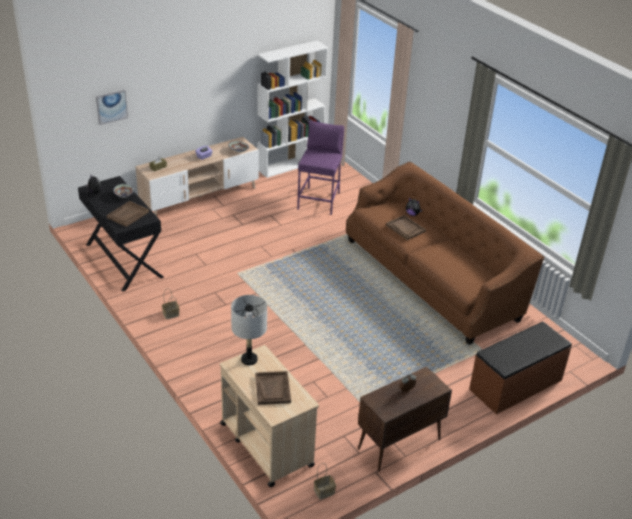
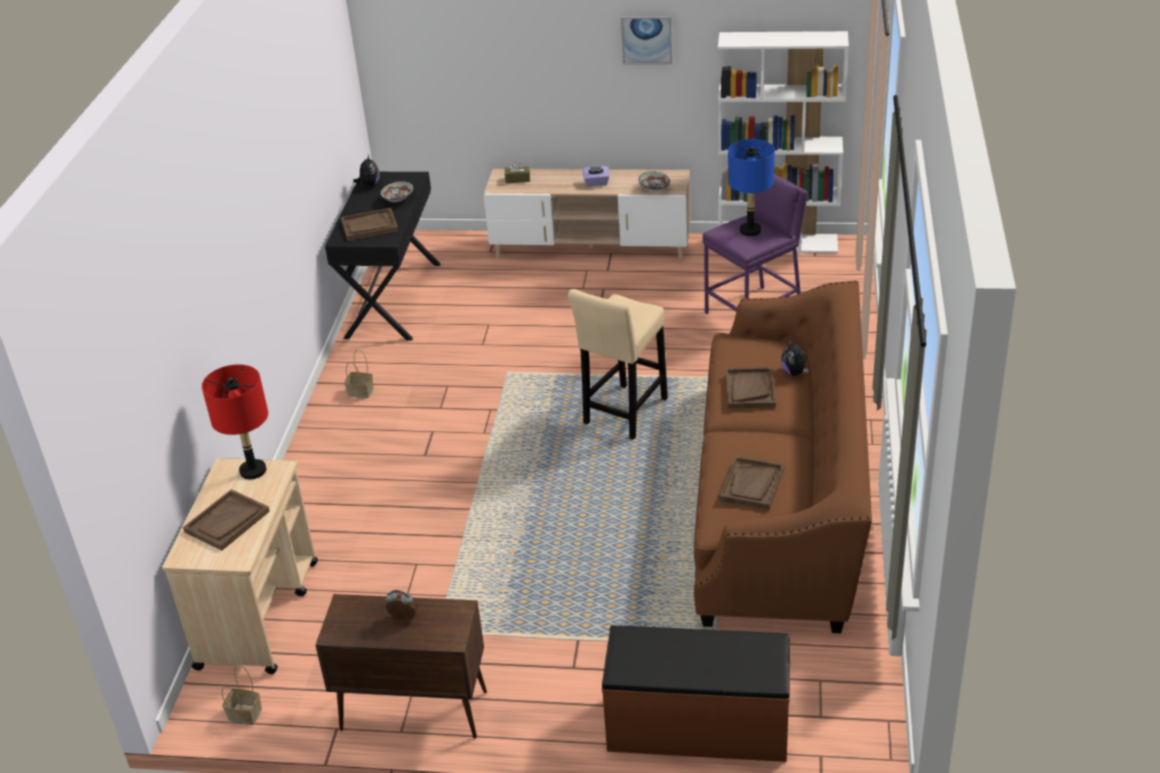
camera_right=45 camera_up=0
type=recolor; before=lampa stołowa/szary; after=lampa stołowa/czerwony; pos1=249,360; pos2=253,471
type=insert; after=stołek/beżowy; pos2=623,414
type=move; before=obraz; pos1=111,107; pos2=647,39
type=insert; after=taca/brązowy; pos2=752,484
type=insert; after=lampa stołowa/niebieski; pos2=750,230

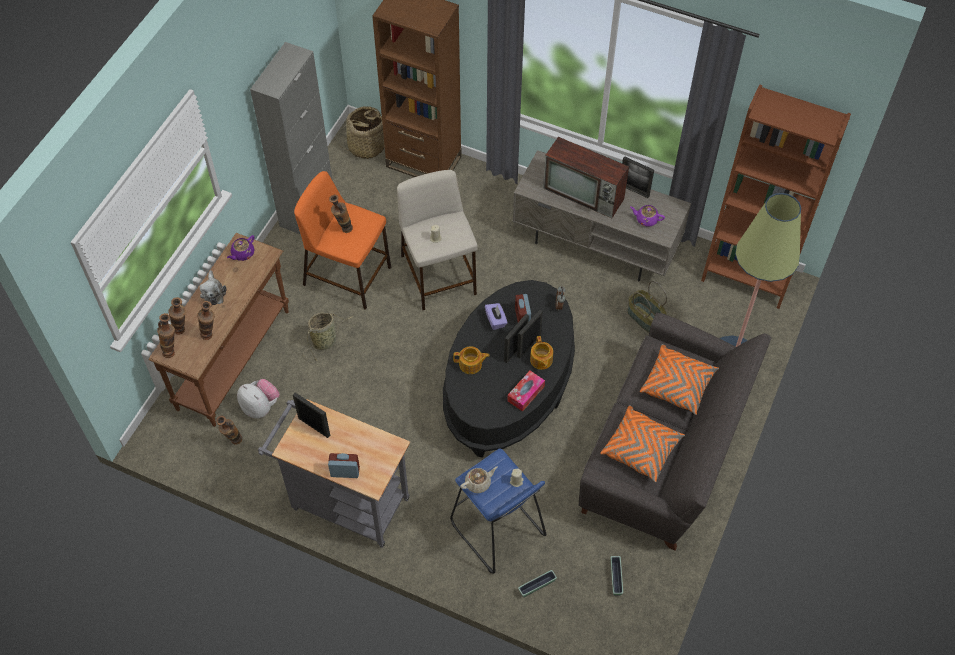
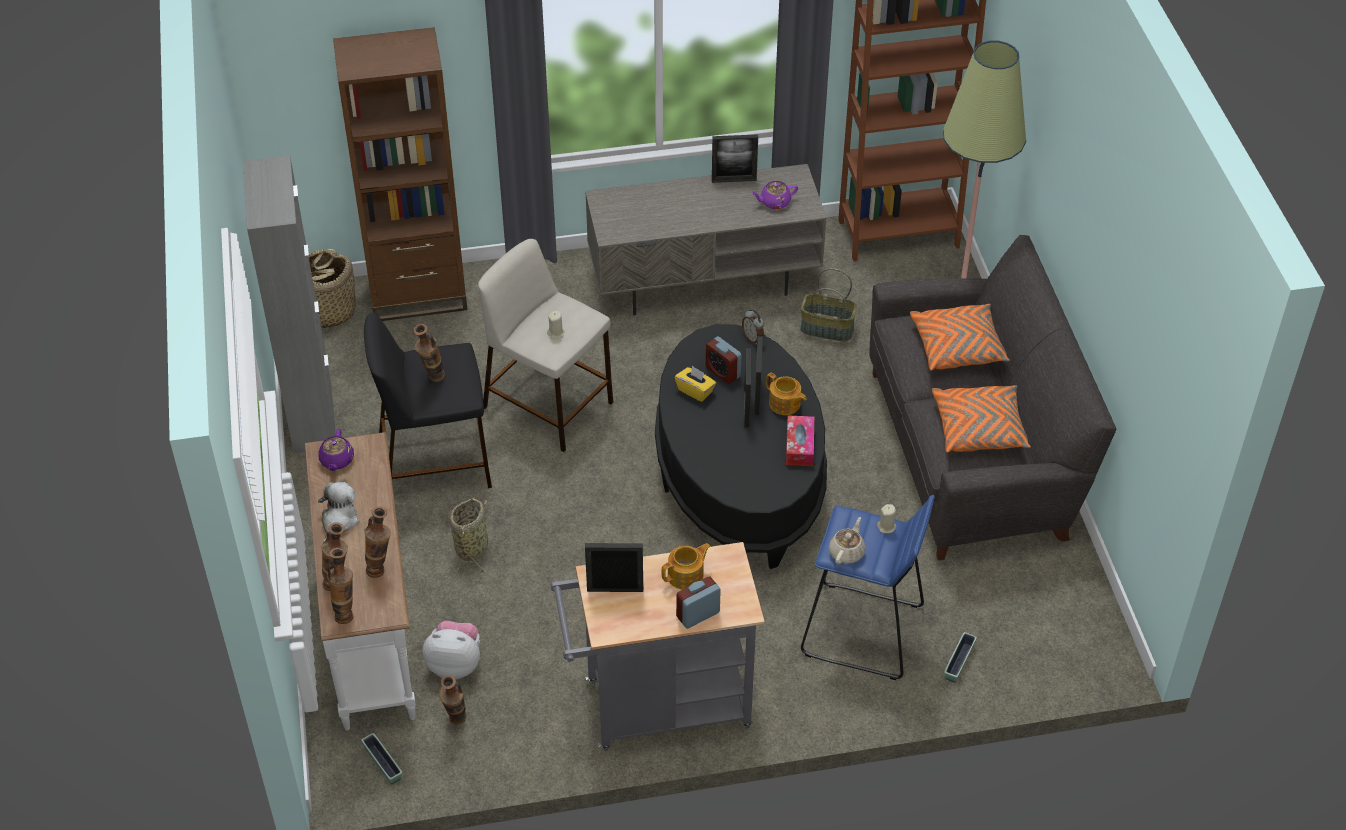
camera_right=-35 camera_up=-10
type=recolor; before=stolik konsolowy/brązowy; after=stolik konsolowy/biały; pos1=235,360; pos2=373,631
type=rotate; before=pluszak; pos1=213,292; pos2=338,522; turn=-120
type=move; before=donica; pos1=615,578; pos2=383,764
type=recolor; before=stołek/pomarańczowy; after=stołek/czarny; pos1=348,276; pos2=436,462
type=move; before=imbryk; pos1=471,365; pos2=686,576
type=recolor; before=pudełko chusteczek/fioletowy; after=pudełko chusteczek/żółty; pos1=496,320; pos2=695,391
type=delete; before=telewizor; pos1=585,194

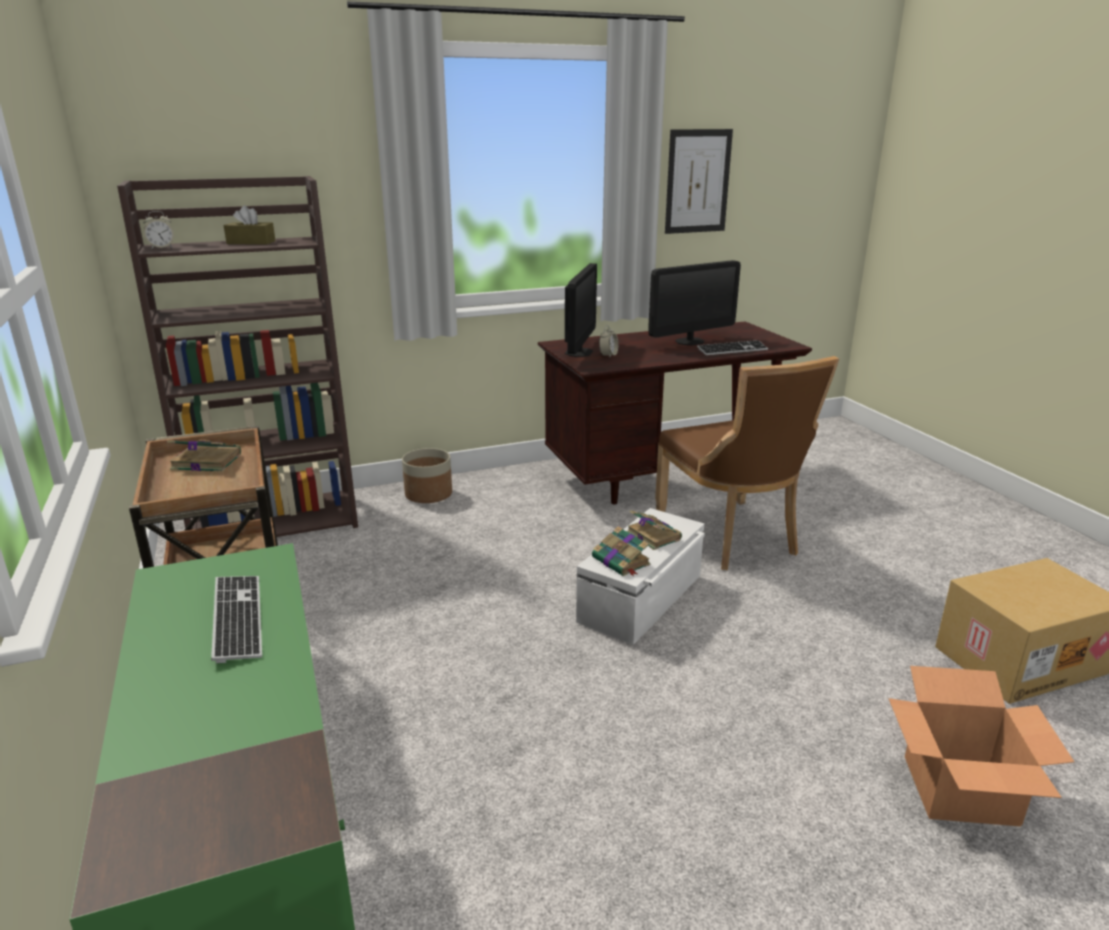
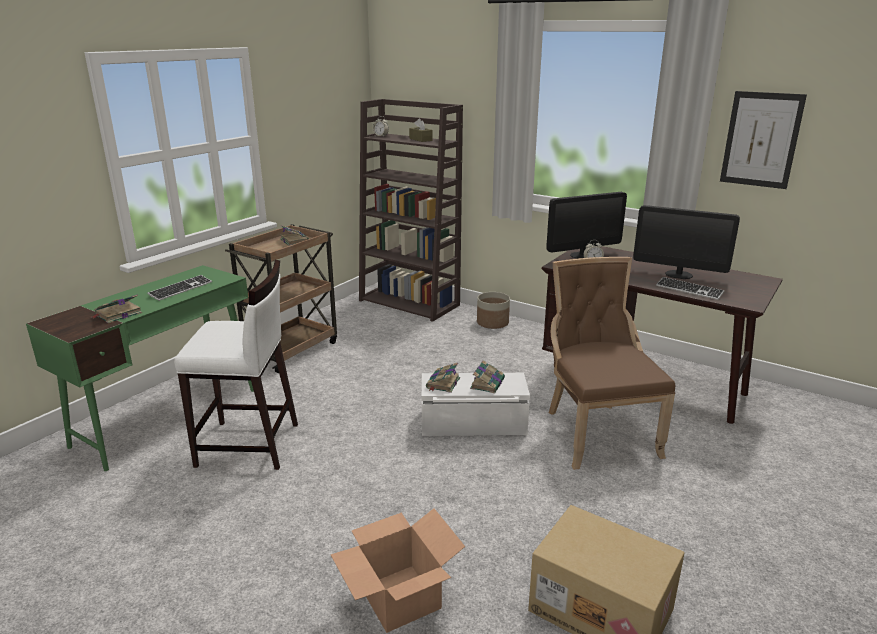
camera_right=55 camera_up=0
type=insert; after=książka; pos2=117,314
type=insert; after=stołek/biały; pos2=249,445
type=rotate; before=krzesło/brązowy; pos1=731,537; pos2=596,432; turn=135

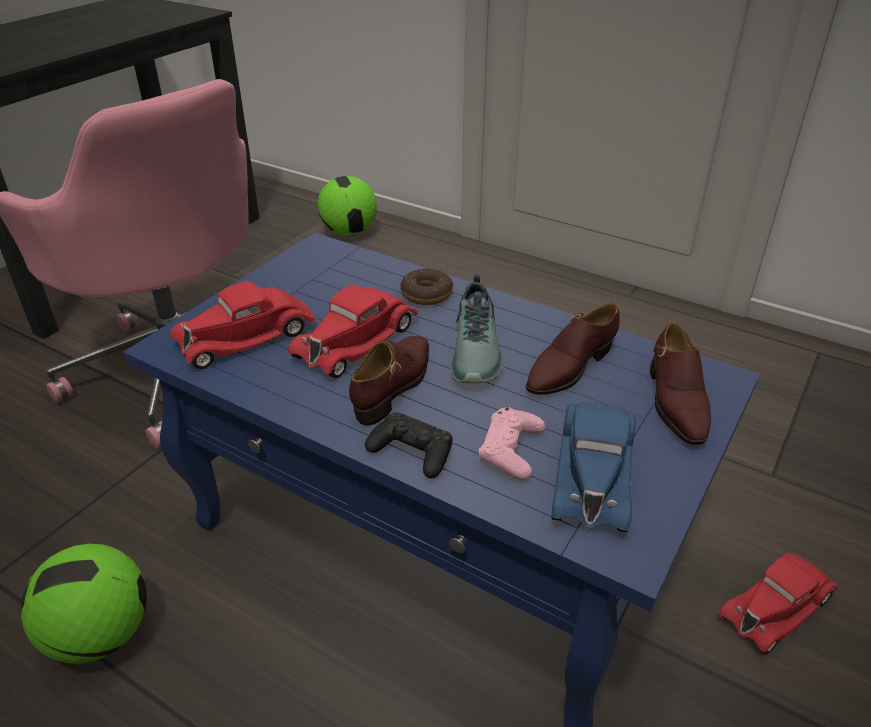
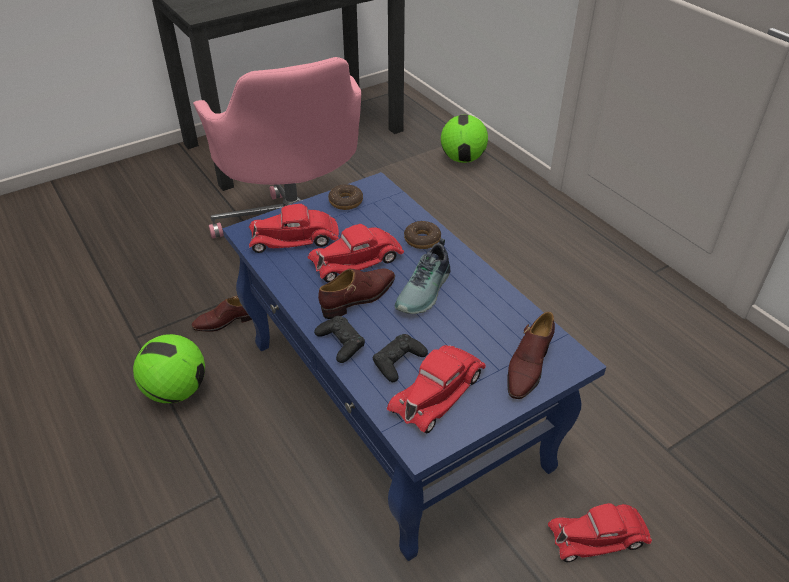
camera_right=25 camera_up=5
type=move; before=but/brązowy; pos1=569,367; pos2=227,321
type=insert; after=donut; pos2=346,202
type=recolor; before=pad do gier/różowy; after=pad do gier/czarny; pos1=511,450; pos2=398,362
type=recolor; before=samochodzik/niebieski; after=samochodzik/czerwony; pos1=593,471; pos2=438,392

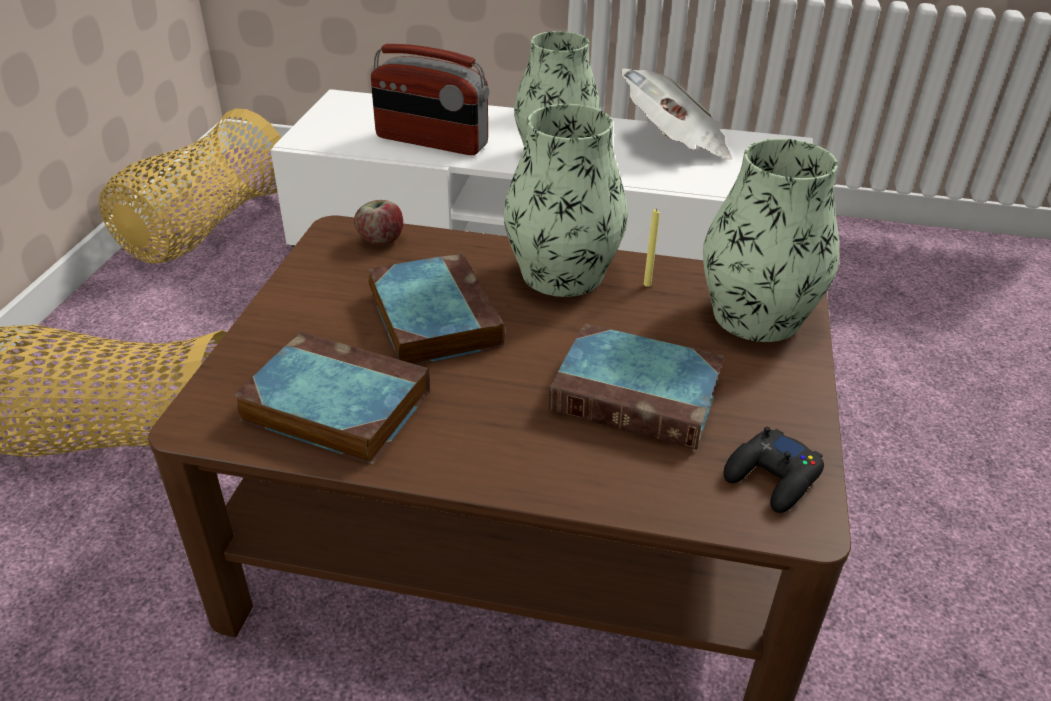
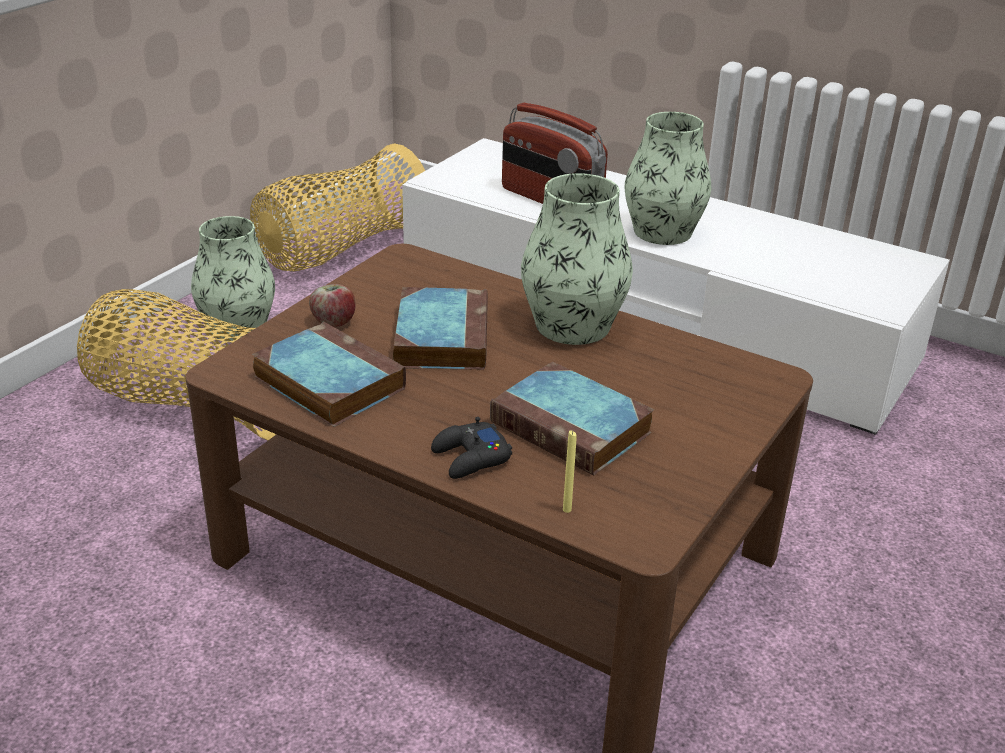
camera_right=20 camera_up=-5
type=move; before=wazon; pos1=756,316; pos2=237,327
type=move; before=jabłko; pos1=381,240; pos2=334,322
type=move; before=pad do gier/czarny; pos1=772,478; pos2=470,458
type=move; before=świeca/żółty; pos1=647,284; pos2=567,510
type=delete; before=gazeta; pos1=675,144

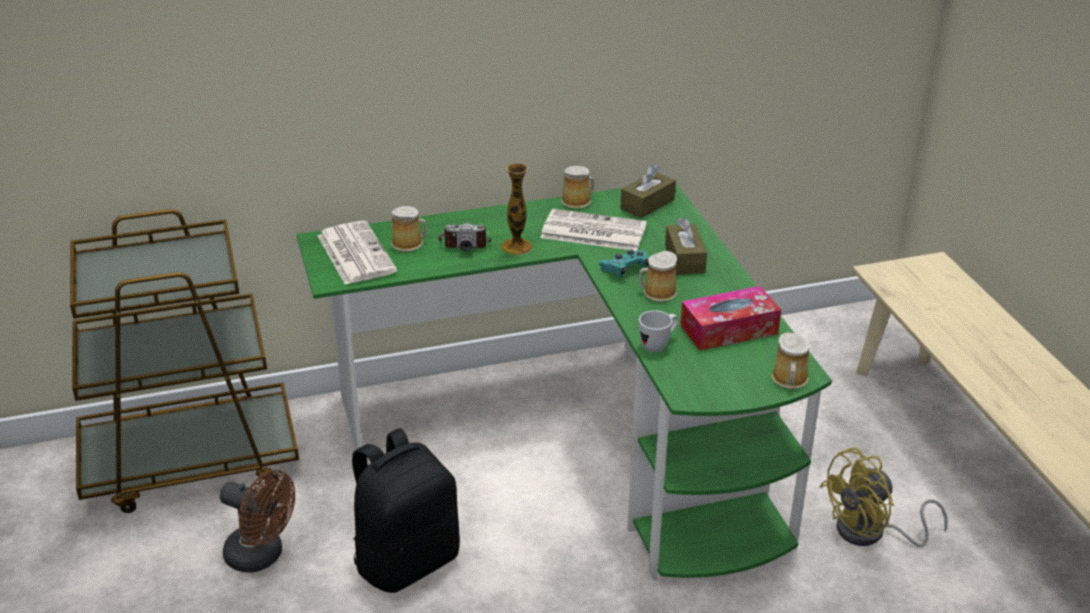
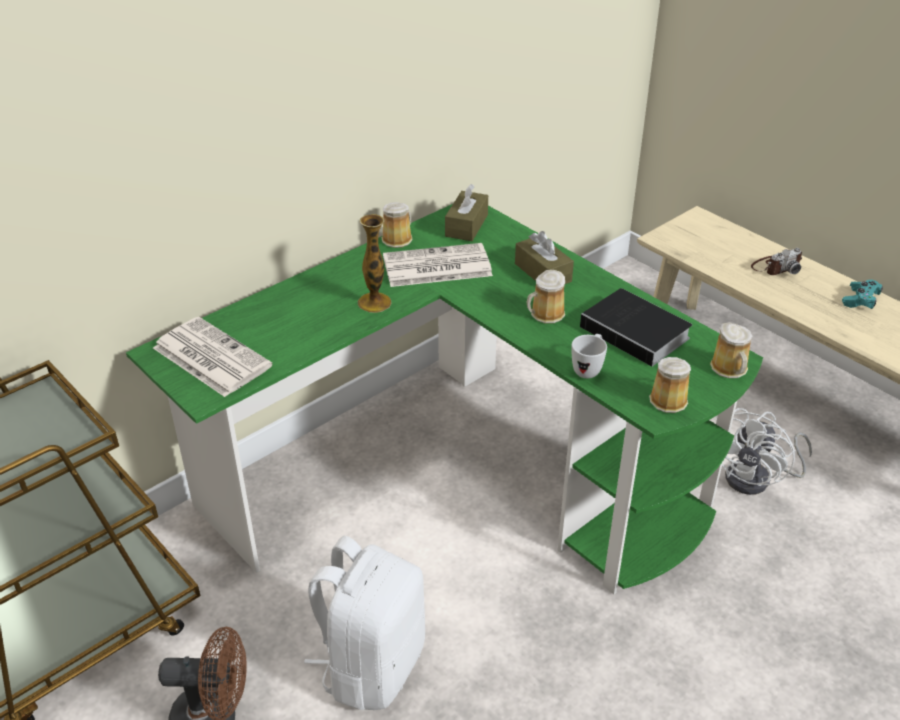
camera_right=-25 camera_up=5
type=recolor; before=plecak/czarny; after=plecak/biały; pos1=406,561; pos2=372,665
type=replace; before=pudełko chusteczek; after=książka; pos1=729,330; pos2=638,333
type=move; before=kubek; pos1=409,244; pos2=670,400
type=recolor; before=wentylator/żółty; after=wentylator/biały; pos1=871,533; pos2=757,479
type=move; before=aparat fotograficzny; pos1=464,242; pos2=775,267
type=move; before=pad do gier/turkusowy; pos1=624,270; pos2=860,300

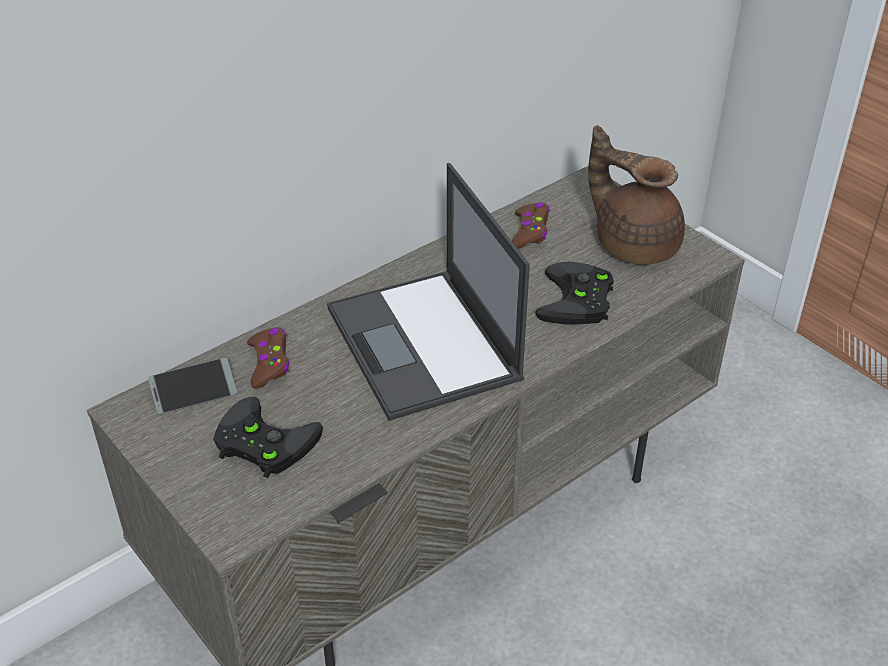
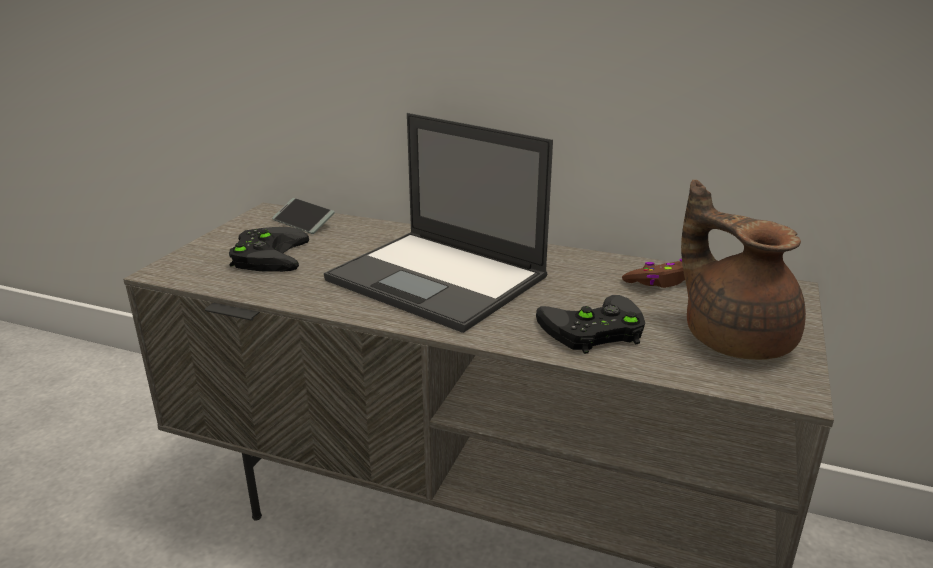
camera_right=60 camera_up=-15
type=rotate; before=laptop; pos1=424,345; pos2=439,279; turn=-90
type=rotate; before=imbryk/brązowy; pos1=634,243; pos2=734,337; turn=-45
type=delete; before=pad do gier/brązowy; pos1=269,363

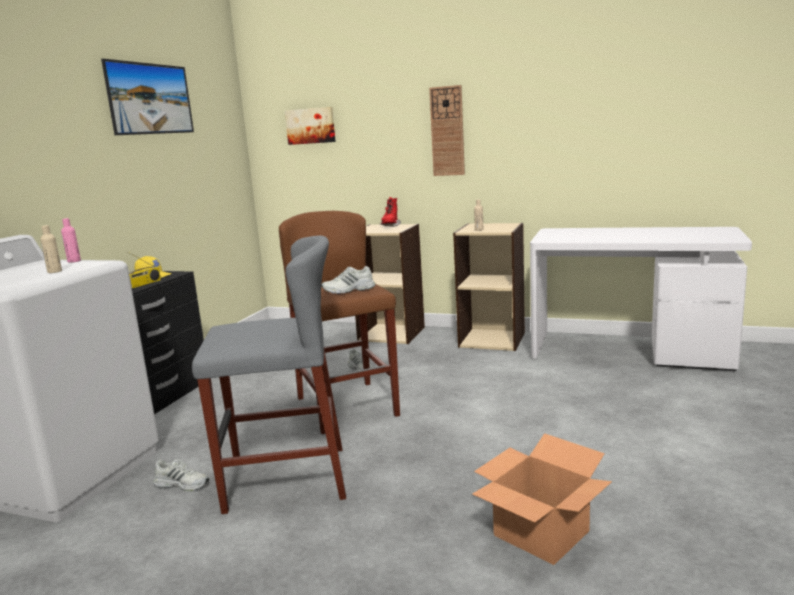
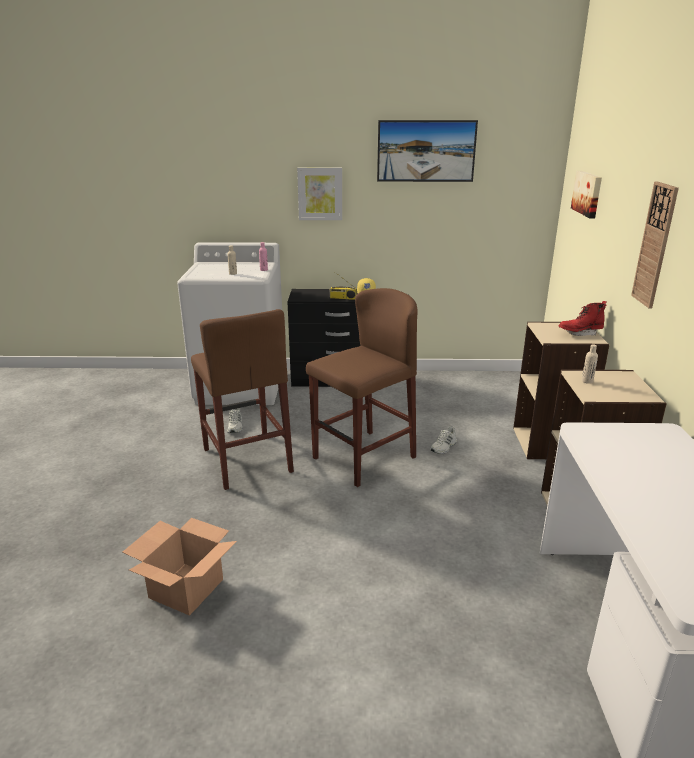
camera_right=70 camera_up=10
type=recolor; before=stołek/szary; after=stołek/brązowy; pos1=286,479; pos2=247,460
type=insert; after=obraz; pos2=320,194
type=delete; before=but/biały; pos1=349,290

